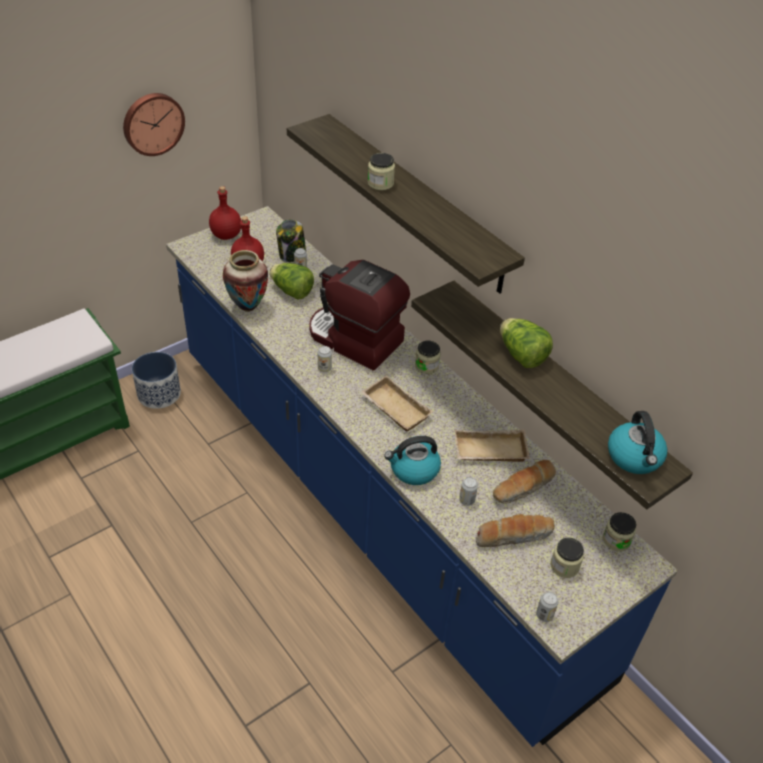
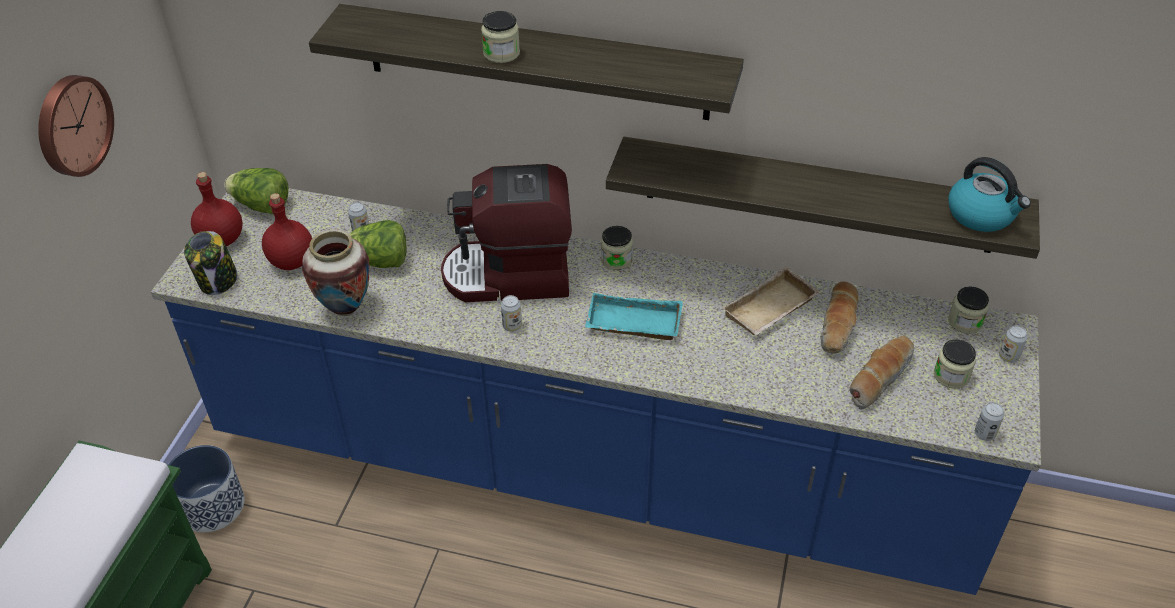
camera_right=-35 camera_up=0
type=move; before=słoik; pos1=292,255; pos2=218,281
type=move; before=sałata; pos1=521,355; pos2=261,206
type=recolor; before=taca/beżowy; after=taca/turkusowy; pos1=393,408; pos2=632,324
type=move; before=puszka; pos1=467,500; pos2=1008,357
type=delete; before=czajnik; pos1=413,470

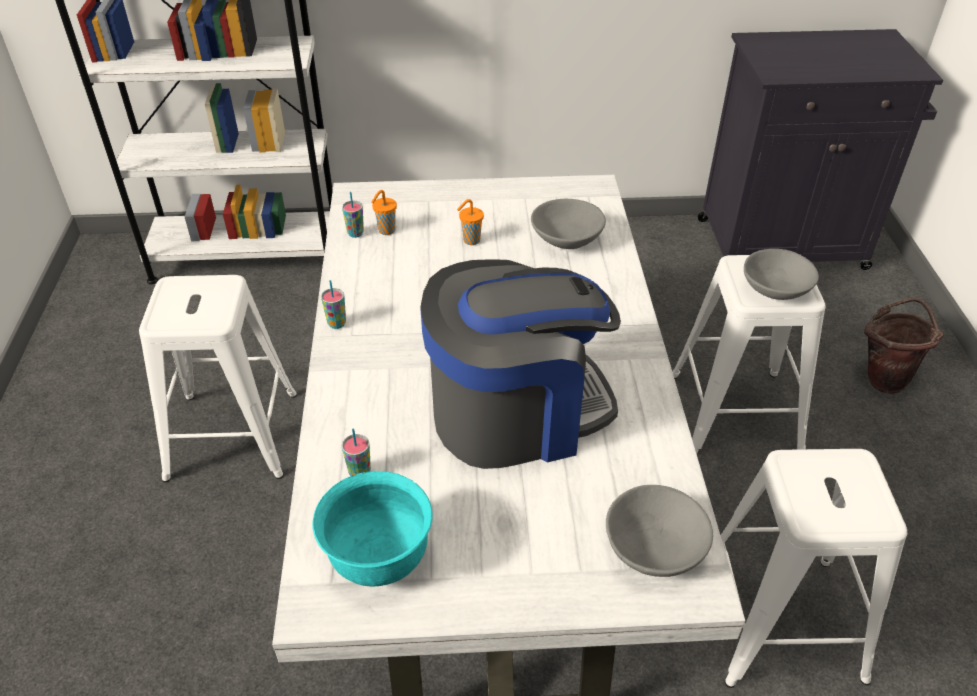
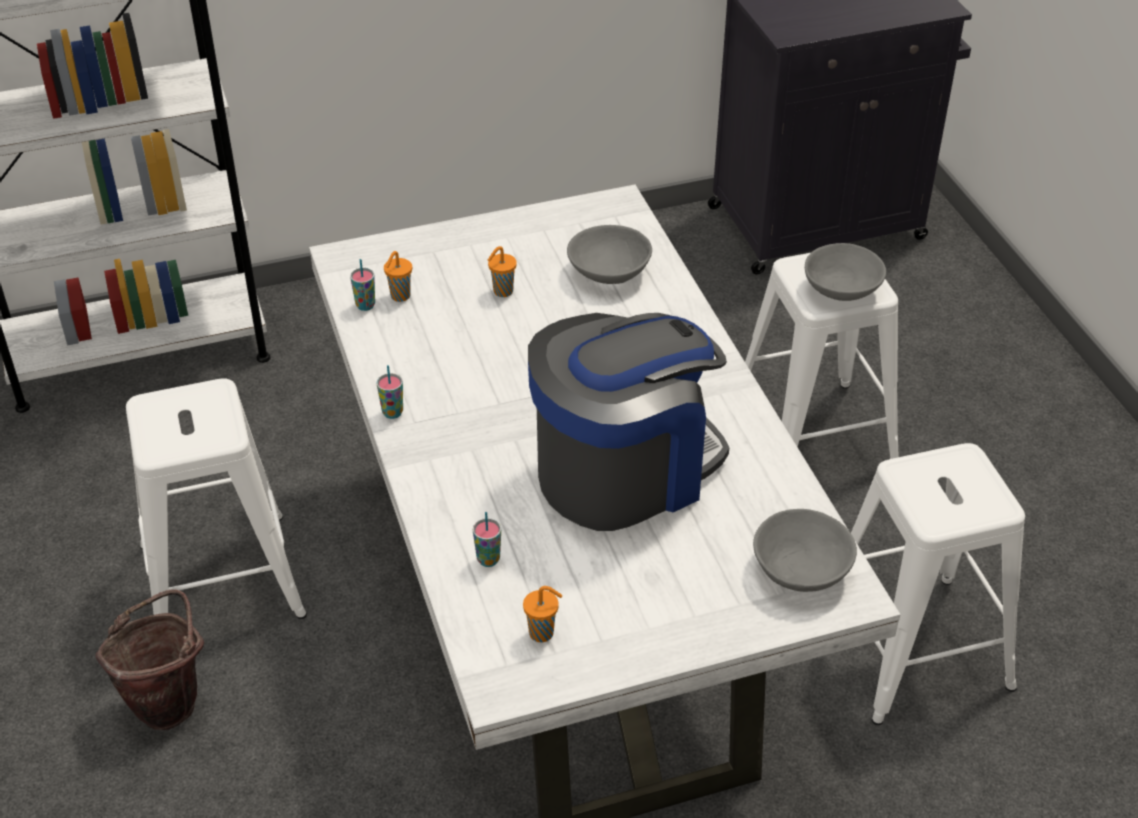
camera_right=-15 camera_up=0
type=move; before=wiadro/brązowy; pos1=885,377; pos2=169,701
type=replace; before=miska/turkusowy; after=filiżanka/pomarańczowy; pos1=379,558; pos2=543,633

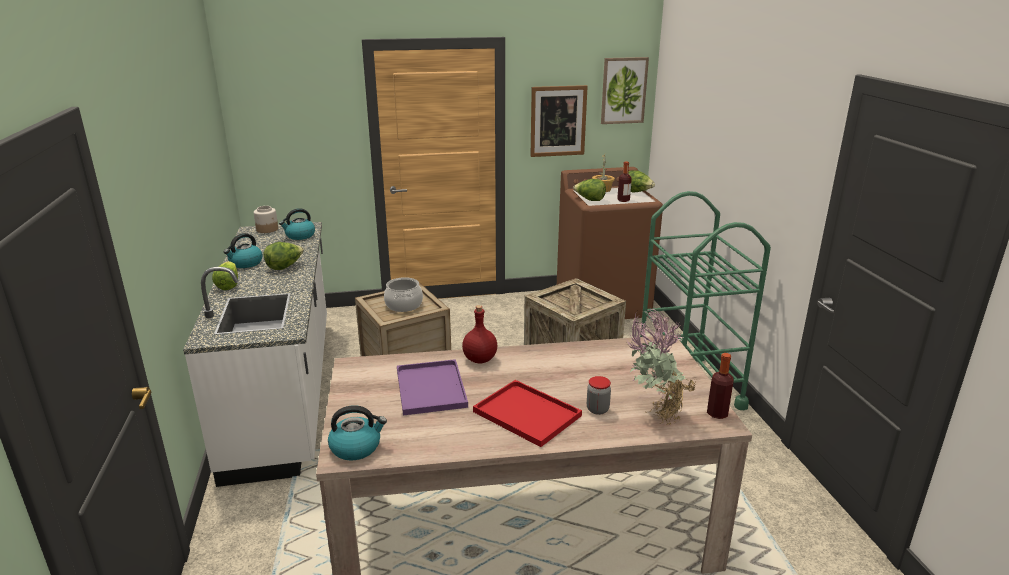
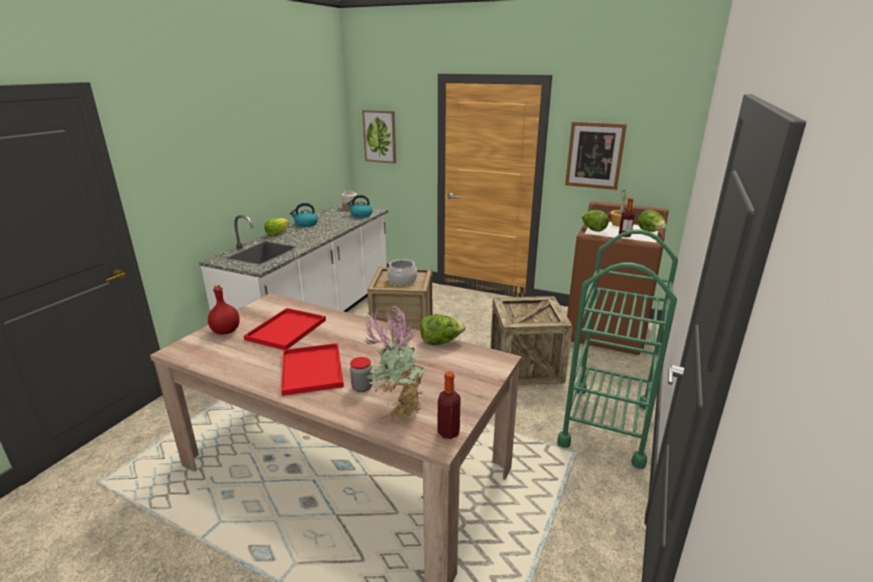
camera_right=35 camera_up=0
type=move; before=butelka/czerwony; pos1=479,359; pos2=225,331
type=recolor; before=taca/fioletowy; after=taca/czerwony; pos1=429,387; pos2=286,329
type=move; before=obraz; pos1=623,90; pos2=380,136
type=move; before=sałata; pos1=285,267; pos2=441,342
type=delete; before=czajnik; pos1=356,447

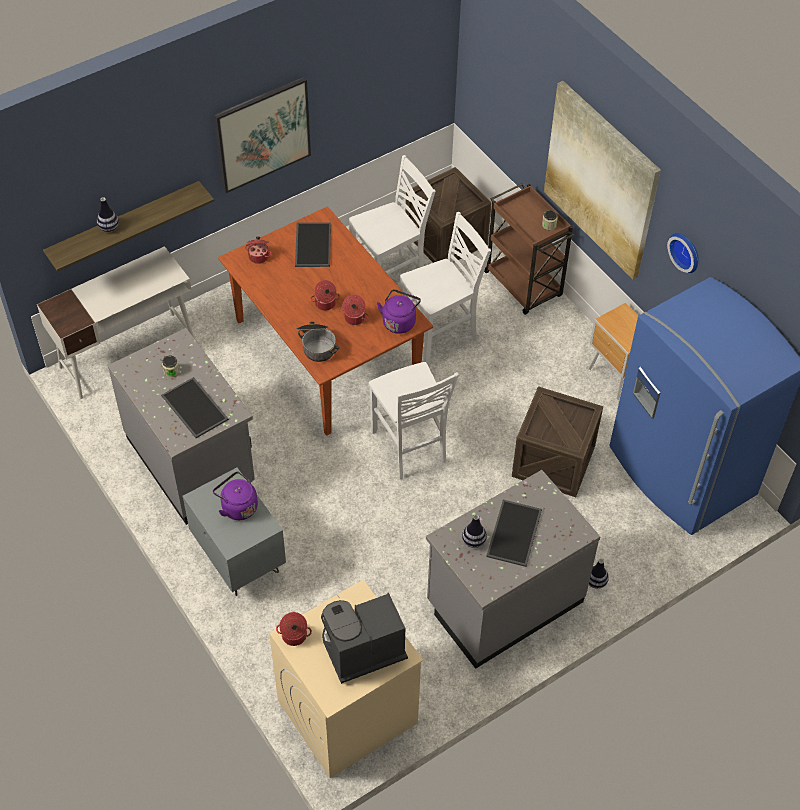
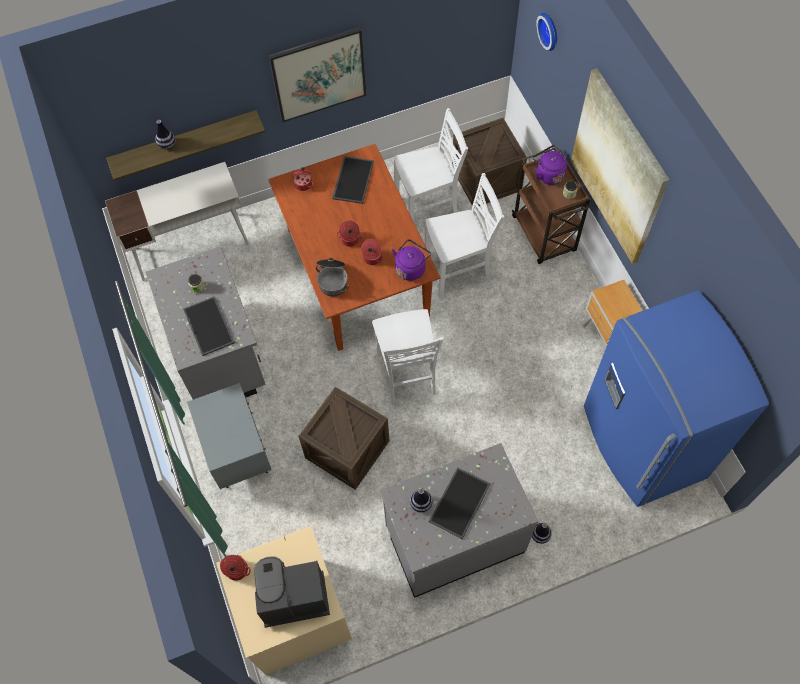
camera_right=15 camera_up=10
type=move; before=skrzynka; pos1=553,461; pos2=347,449
type=move; before=czajnik/fioletowy; pos1=237,506; pos2=548,174
type=move; before=zegar ścienny; pos1=686,251; pos2=550,30

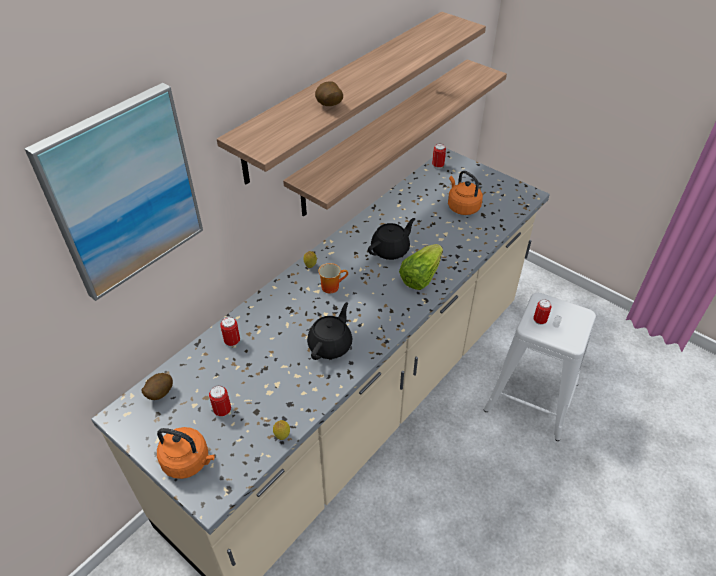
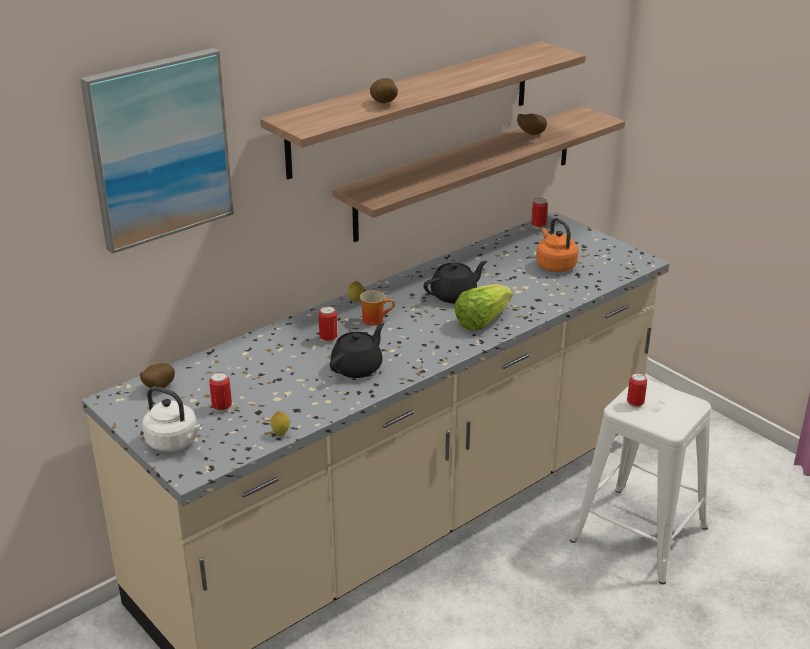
camera_right=10 camera_up=-15
type=recolor; before=czajnik/pomarańczowy; after=czajnik/biały; pos1=188,461; pos2=174,442
type=move; before=puszka; pos1=232,341; pos2=328,339
type=insert; after=ziemniak; pos2=531,134

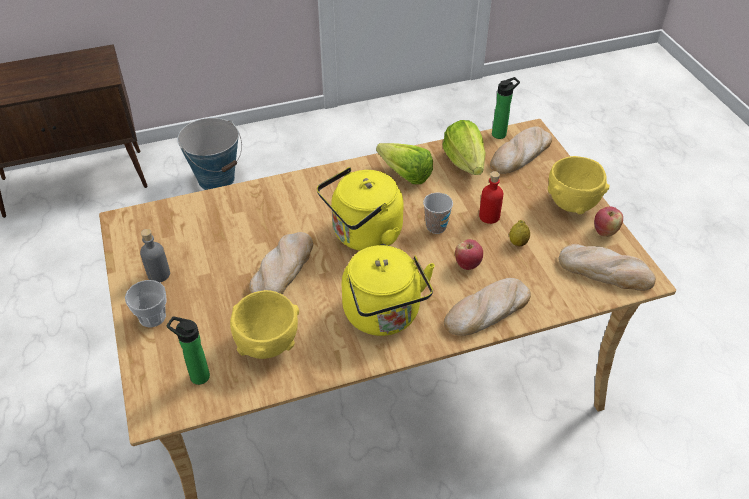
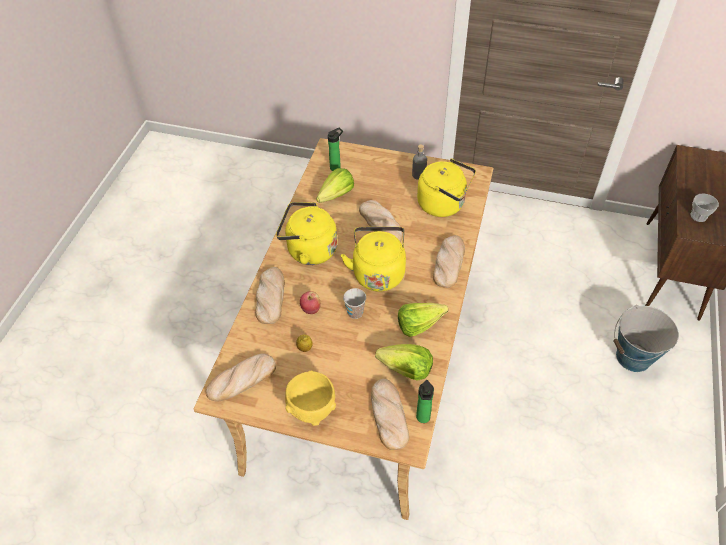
camera_right=125 camera_up=5
type=replace; before=miska/żółty; after=sałata; pos1=267,344; pos2=333,197
type=insert; after=czajnik/żółty; pos2=444,204
type=insert; after=chleb; pos2=449,262
type=move; before=filiżanka; pos1=152,317; pos2=698,216
type=delete; before=butelka/czerwony; pos1=489,216
type=delete; before=jabłko; pos1=605,231

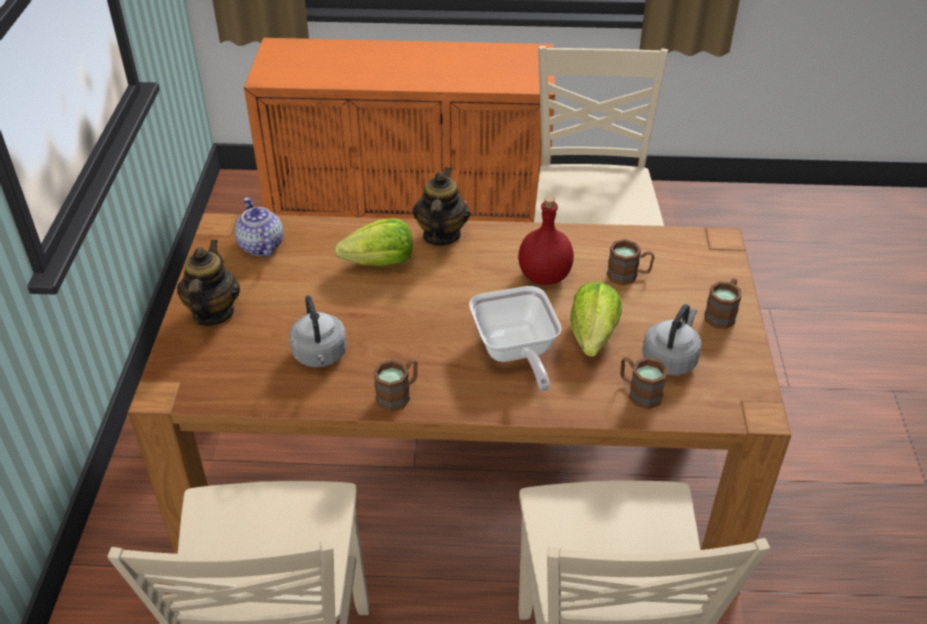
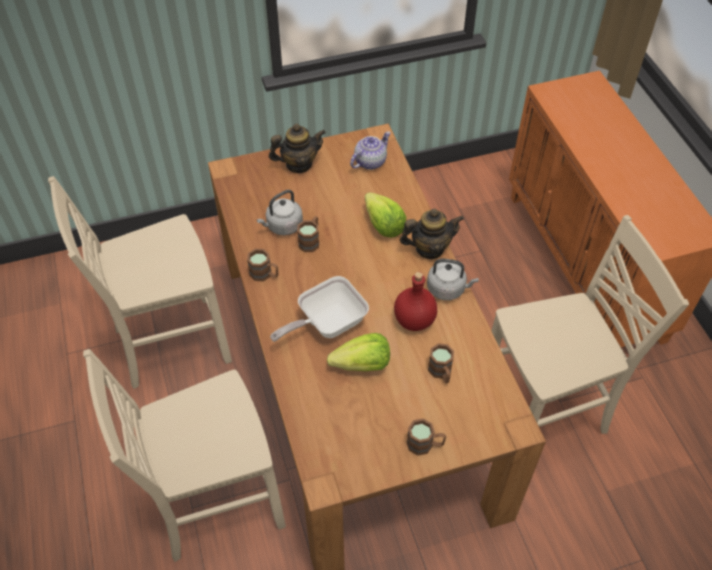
camera_right=70 camera_up=10
type=move; before=kubek/brązowy; pos1=639,392; pos2=310,240
type=move; before=czajnik/szary; pos1=670,359; pos2=448,289

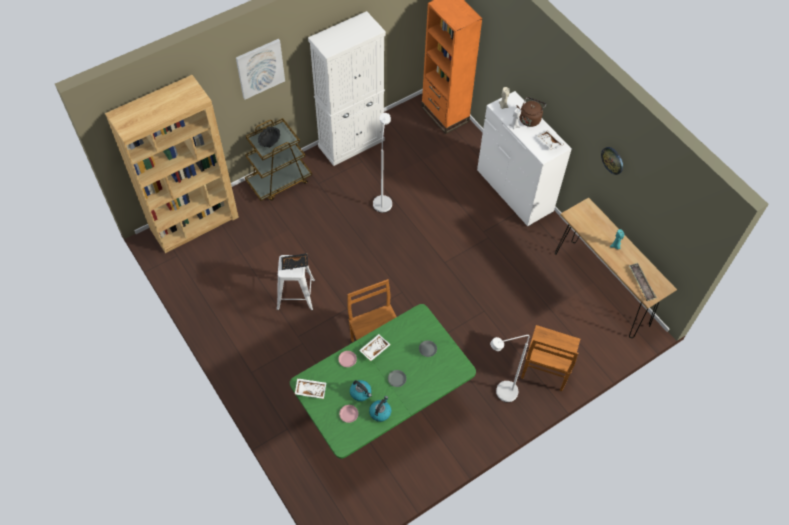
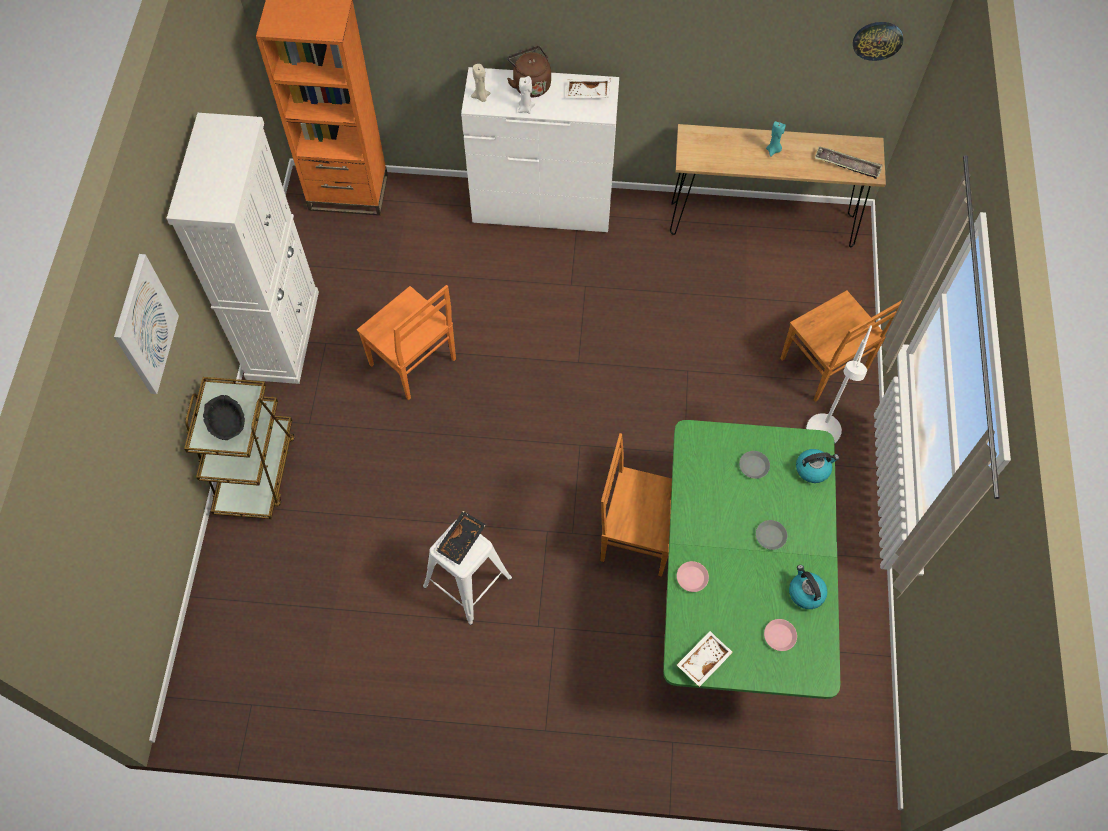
camera_right=-50 camera_up=5
type=replace; before=lampa stojąca/biały; after=krzesło/pomarańczowy; pos1=383,200; pos2=414,363
type=move; before=czajnik; pos1=361,393; pos2=813,469
type=move; before=zegar ścienny; pos1=612,160; pos2=877,40
type=delete; before=regał/brązowy; pos1=195,223
type=delete; before=taca/biały; pos1=374,349

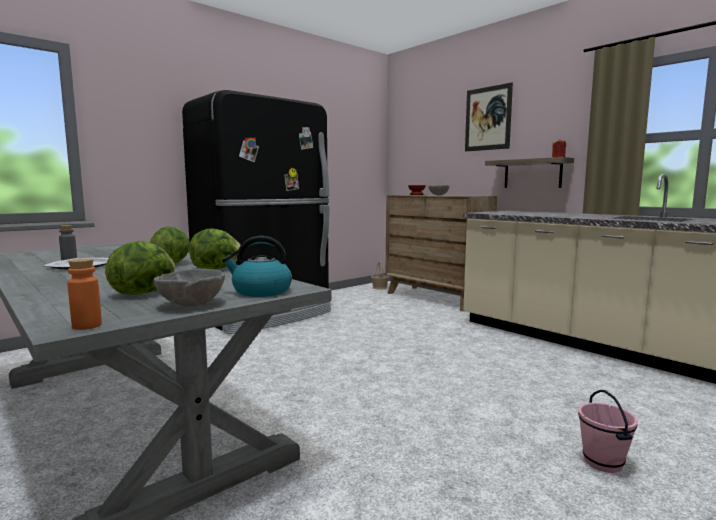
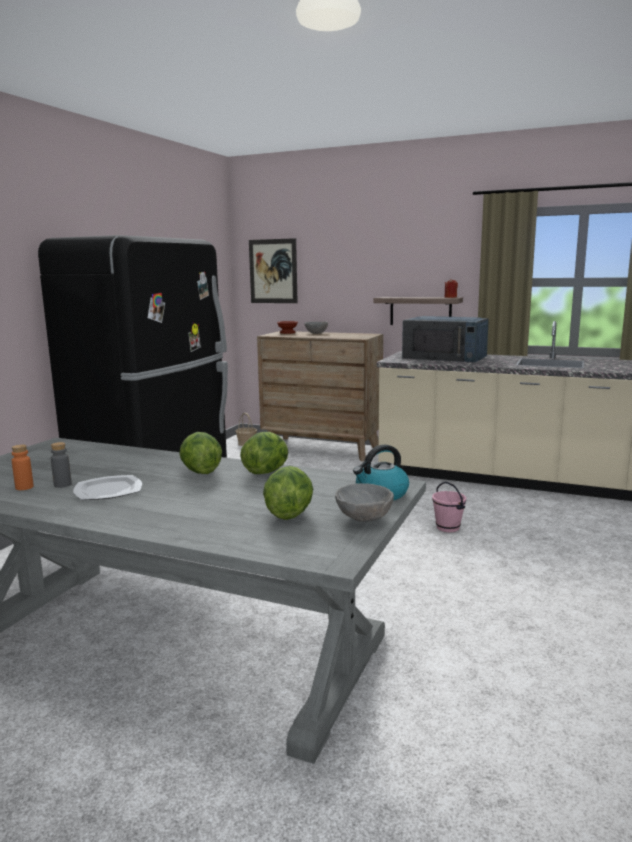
camera_right=-25 camera_up=5
type=move; before=butelka/pomarańczowy; pos1=87,326; pos2=24,487
type=move; before=obraz; pos1=487,118; pos2=273,271
type=insert; after=mikrofalówka/niebieski; pos2=445,357
type=move; before=wiadro/różowy; pos1=603,462; pos2=448,528

